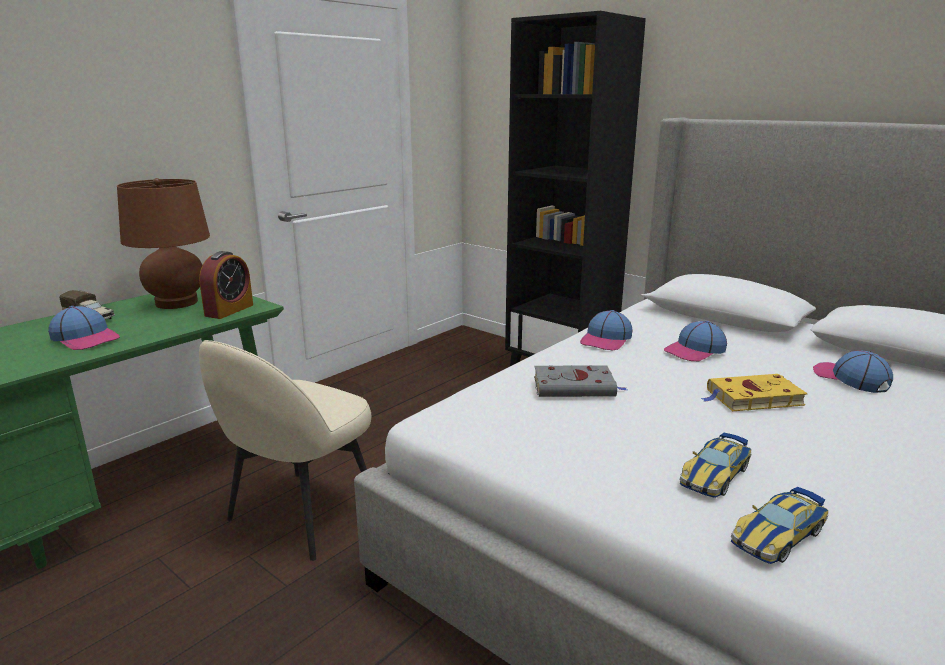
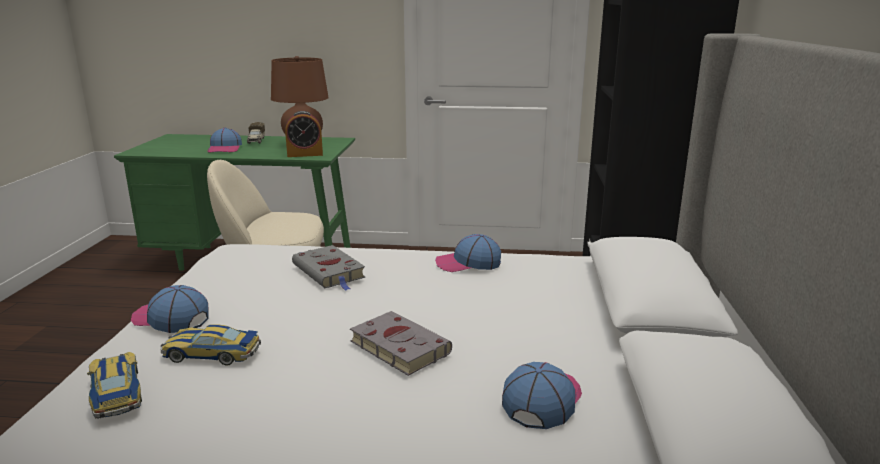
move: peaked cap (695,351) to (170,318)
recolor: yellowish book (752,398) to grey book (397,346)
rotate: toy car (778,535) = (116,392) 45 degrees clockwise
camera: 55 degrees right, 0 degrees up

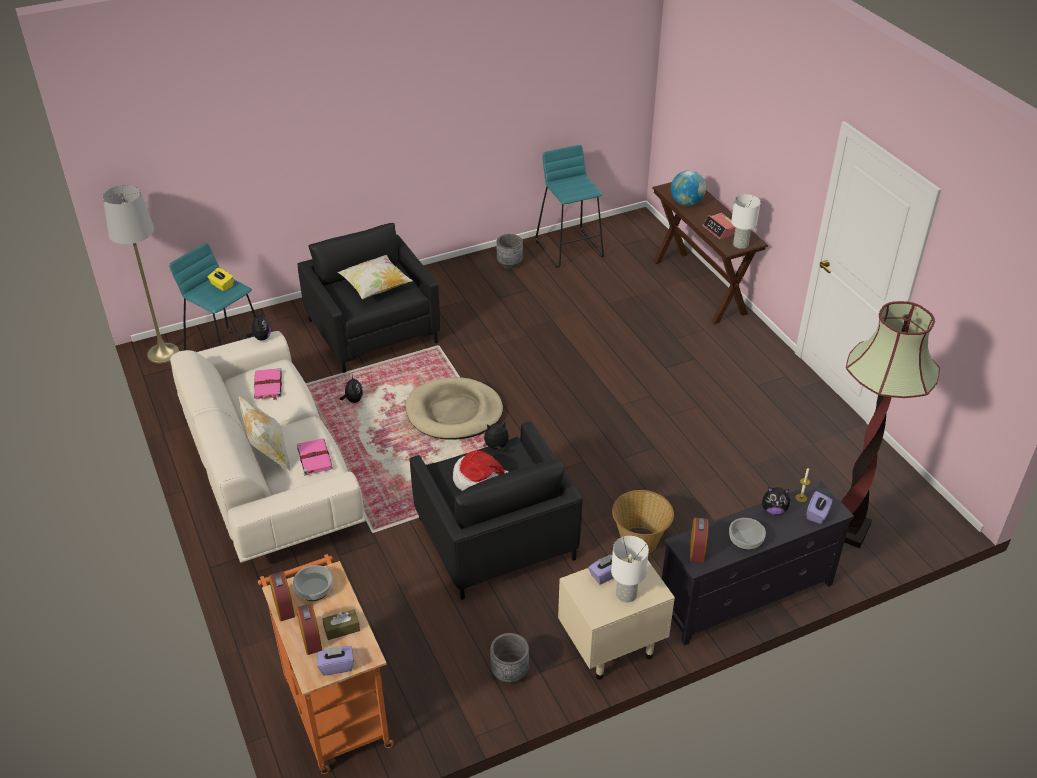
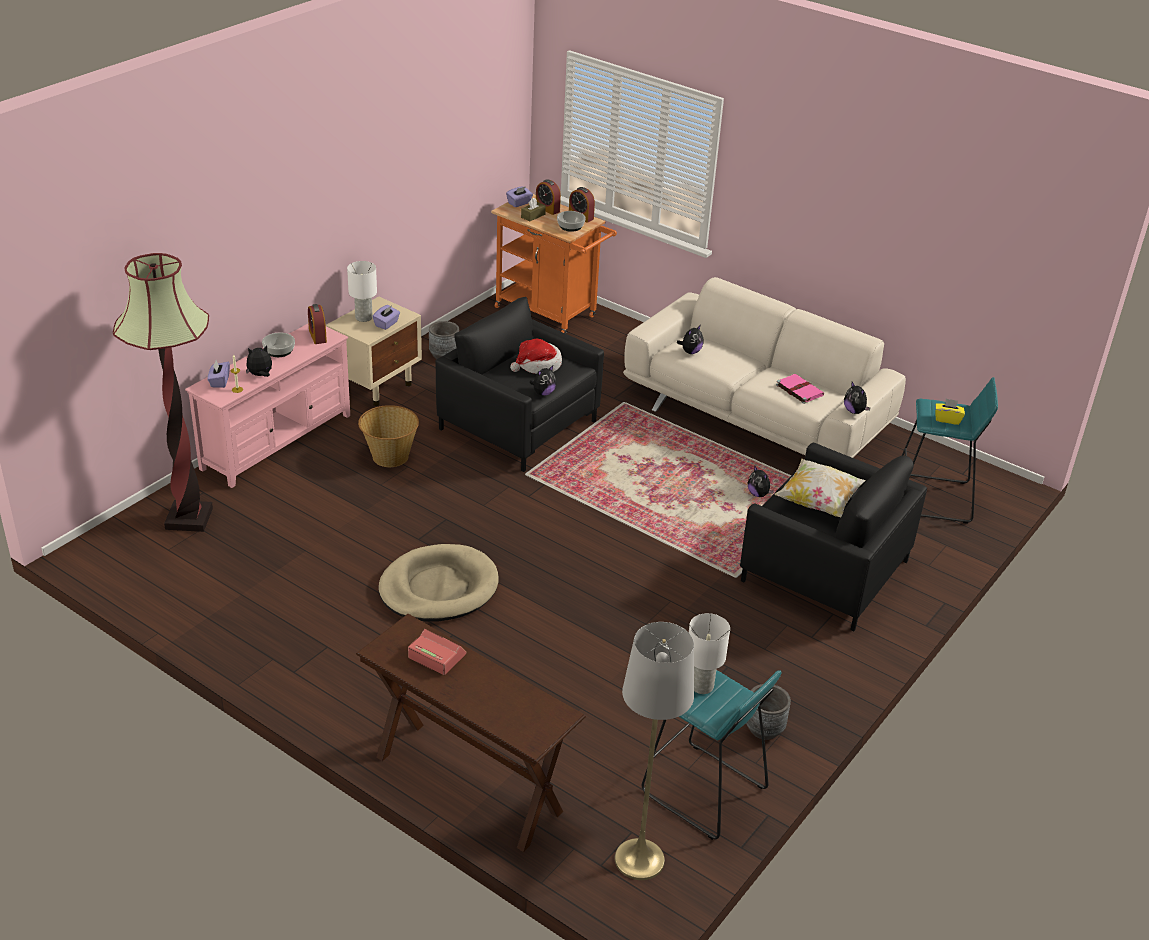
delete: cushion (269,455); world globe (686,203)
move: grey floor lamp (163,353) to (639,859); beige pet bed (454,412) to (438,588); white-coloured tabletop lamp (740,244) to (702,686)
replace: pink-coloured book (314,457) to plush toy (690,352)
recolor: black media console (746,597) to pink-coloured media console (276,442)
camera: 150 degrees right, 5 degrees down

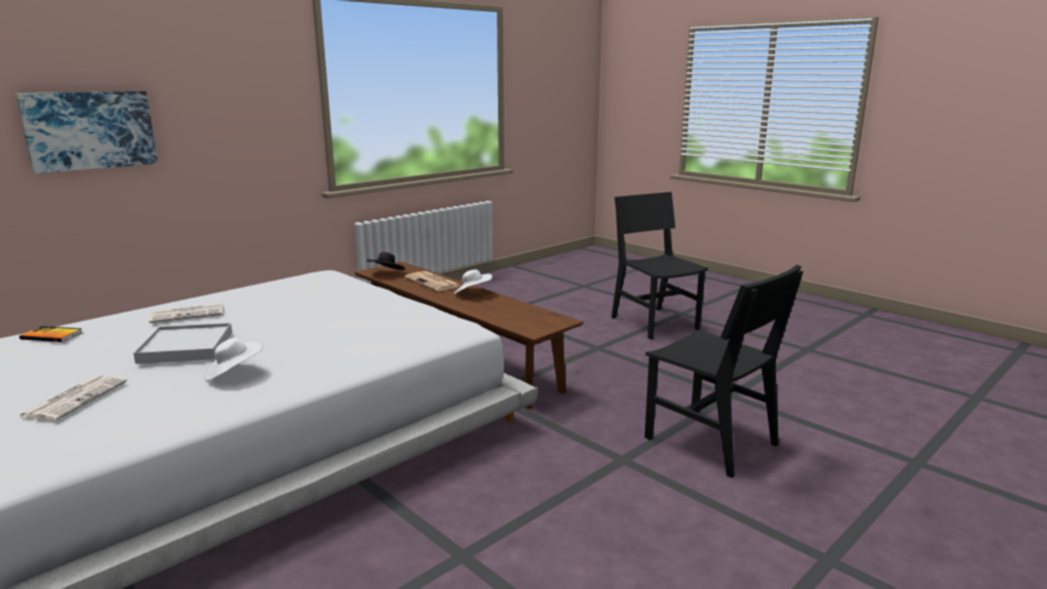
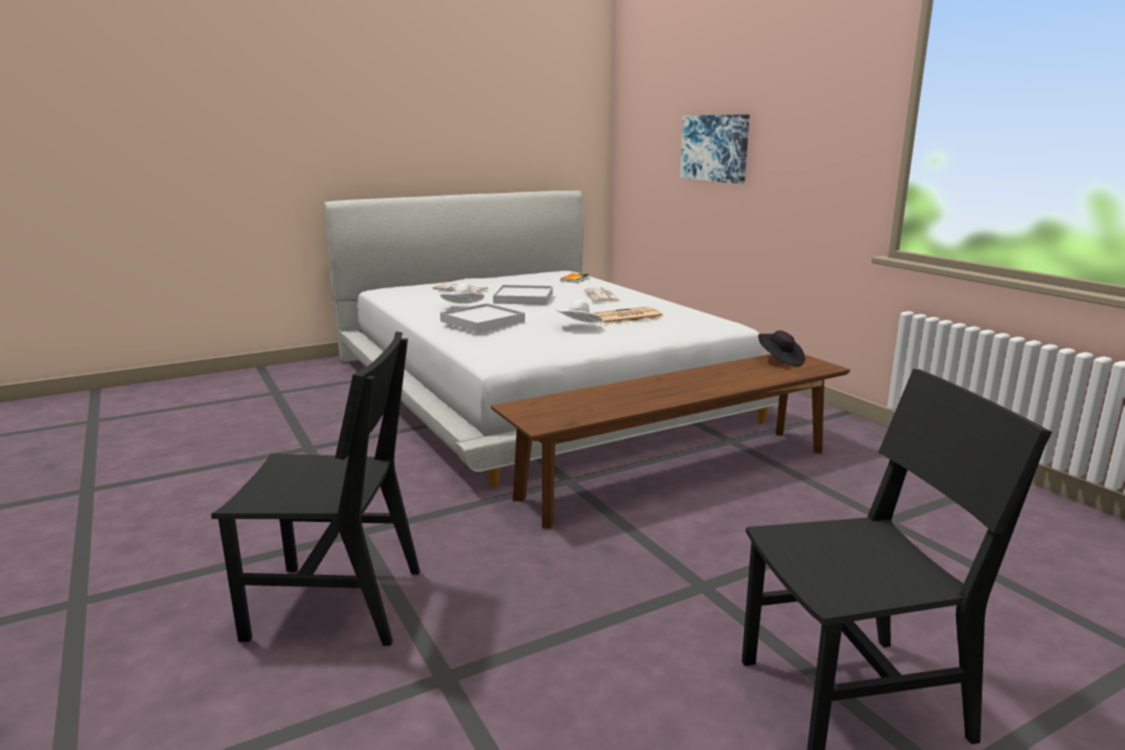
insert: white-coloured carrying tray (482,321)
move: newspaper (433,282) to (625,317); white-coloured hat (472,293) to (578,327)
rotate: black upright chair (710,441) = (335,604) 150 degrees counterclockwise
camera: 105 degrees right, 0 degrees up

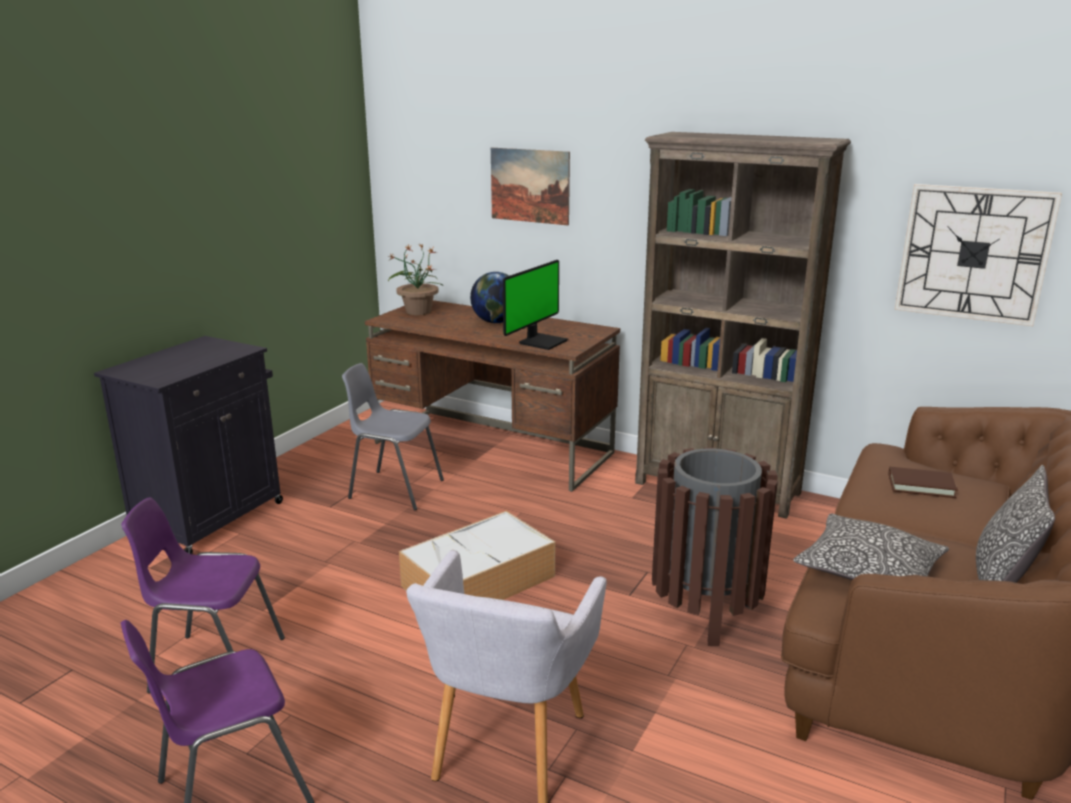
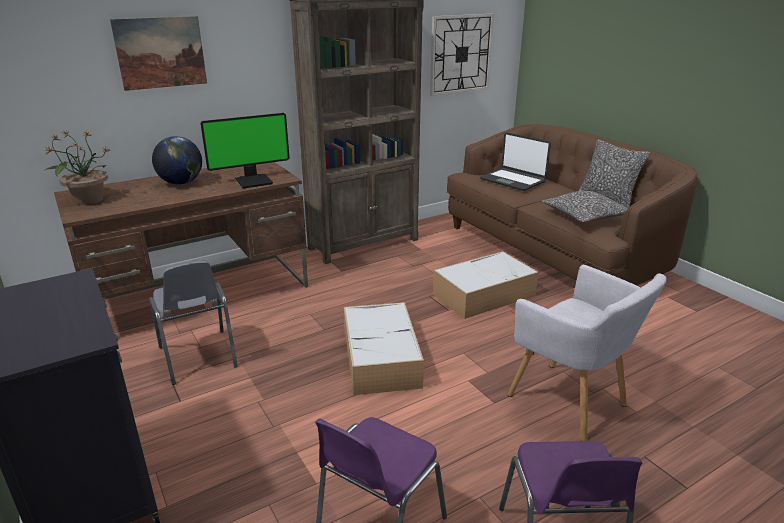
replace: brown-coloured waste bin (705,612) to storage box (484,294); brown-coloured book (921,485) to notebook computer (513,180)
rotate: grey upright chair (394,489) = (198,358) 75 degrees counterclockwise; computer screen (541,341) = (254,181) 90 degrees clockwise
camera: 60 degrees left, 5 degrees up

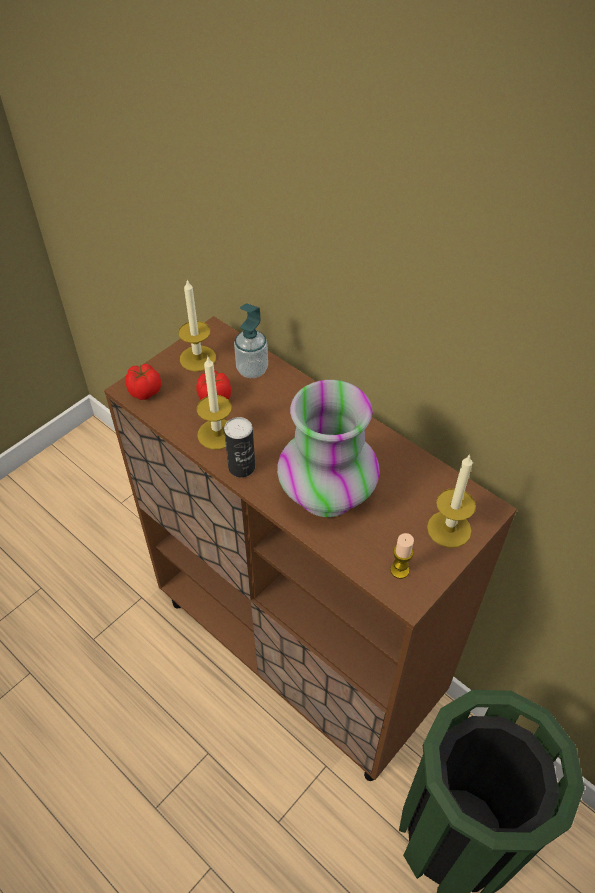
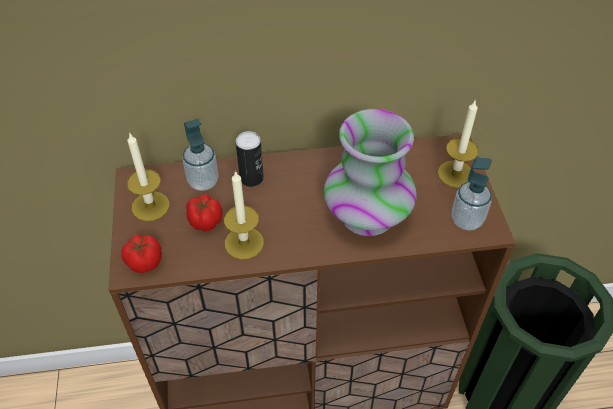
move: sealed can (241,467) to (251,178)
replace: candle (399,570) to soap dispenser (466,220)
camera: 50 degrees left, 0 degrees up

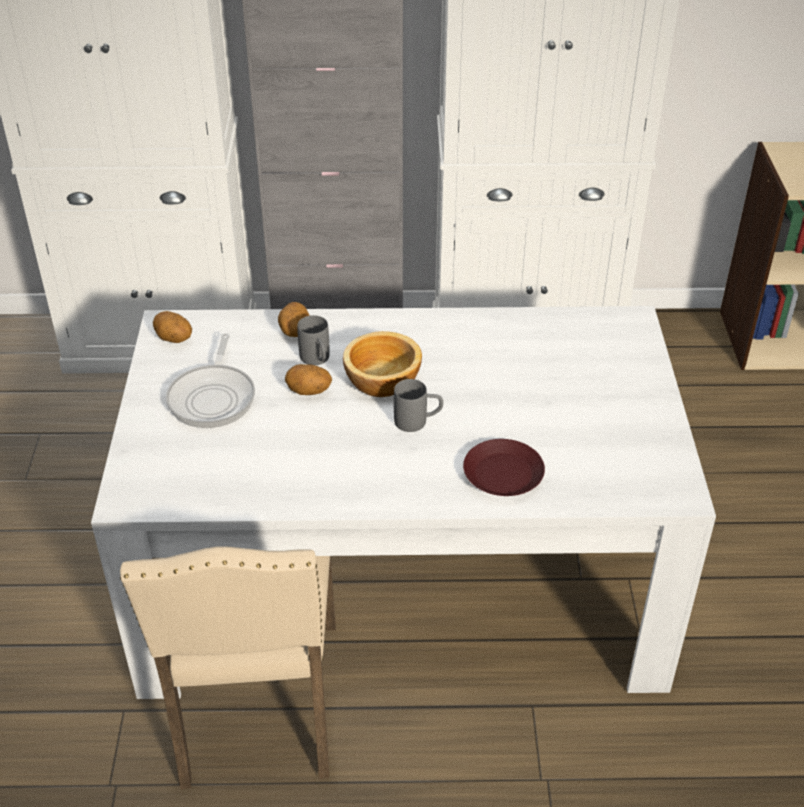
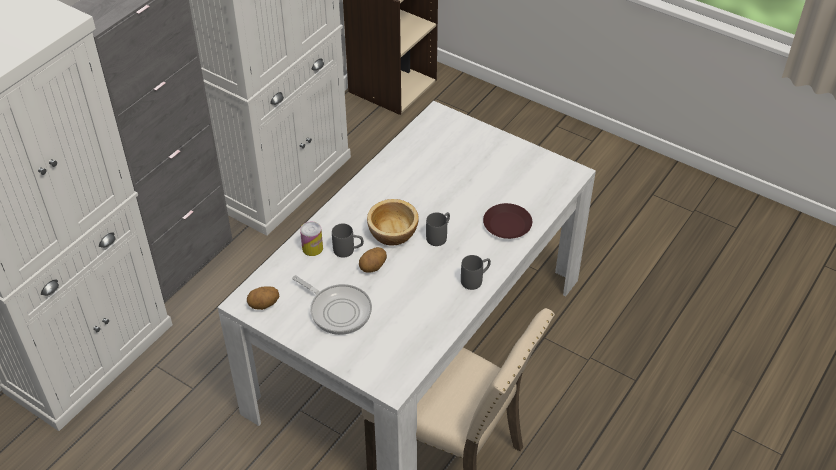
insert: grey tea mug (475,280)
replace: spud (294,332) to sealed can (312,248)
camera: 55 degrees left, 5 degrees up

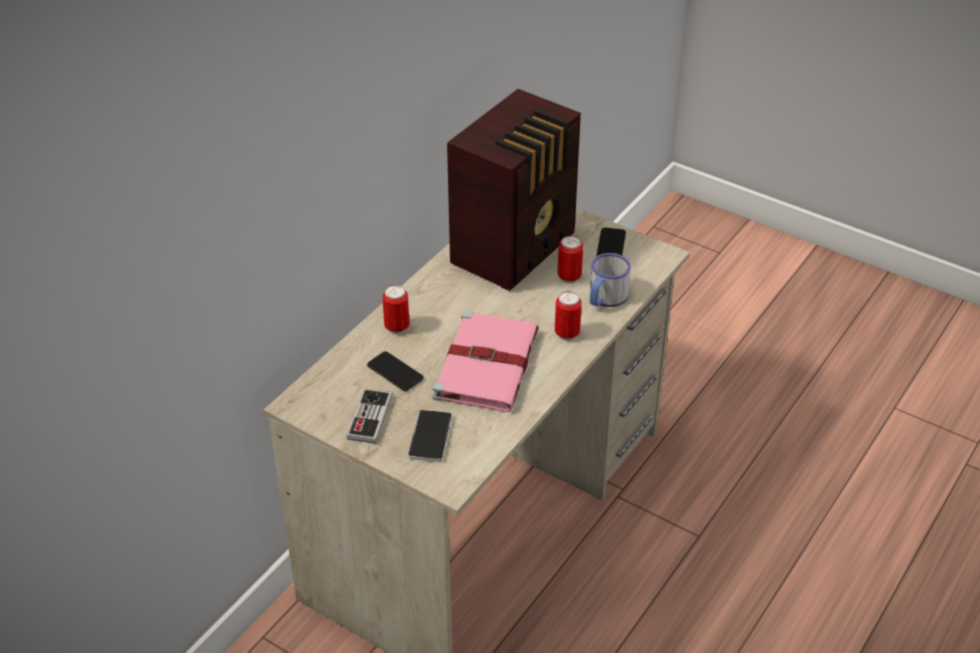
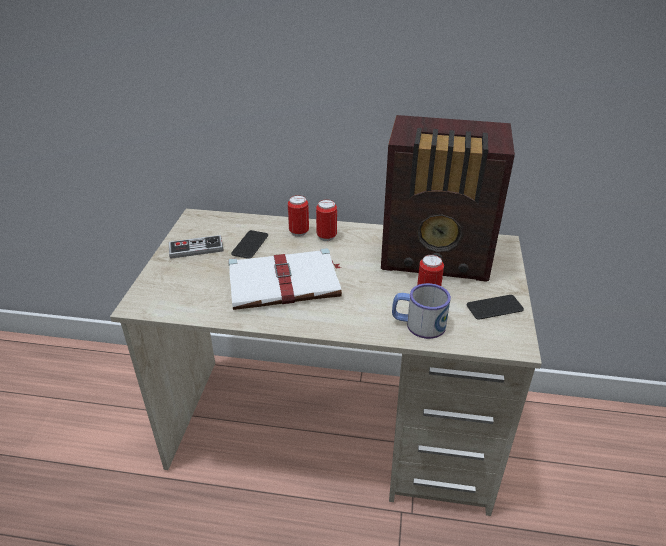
delete: handset (430,437)
move: sealed can (567,334) to (326,236)
recolor: pink-coloured book (487,363) to white-coloured book (286,283)
camera: 65 degrees right, 5 degrees down

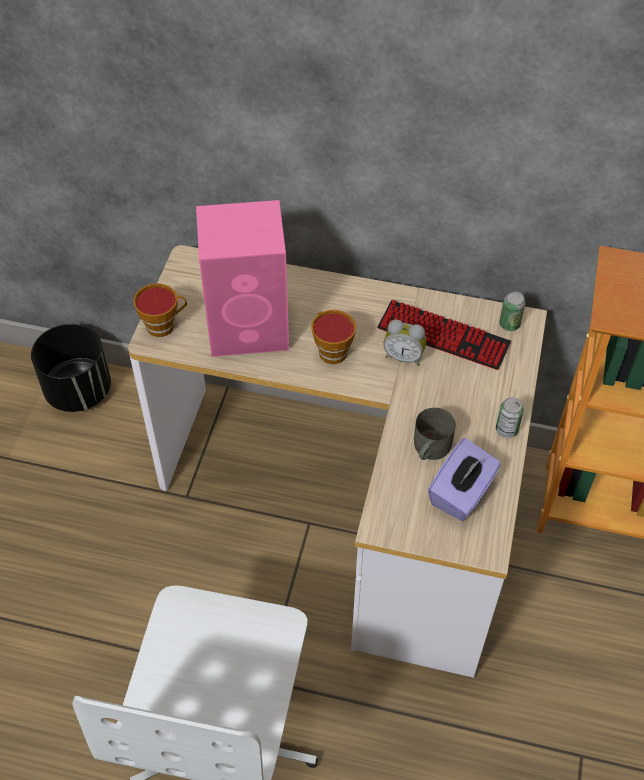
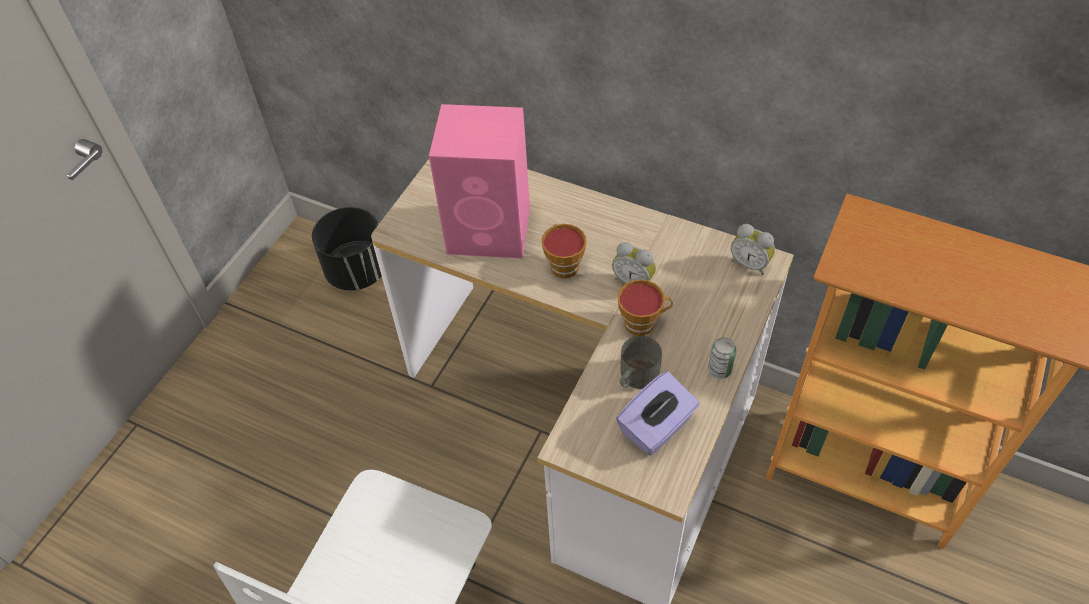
delete: computer keyboard (443,336)
move: small cup (164,325) to (643,323)
replace: sealed can (509,324) to alarm clock (750,263)
camera: 15 degrees right, 0 degrees up

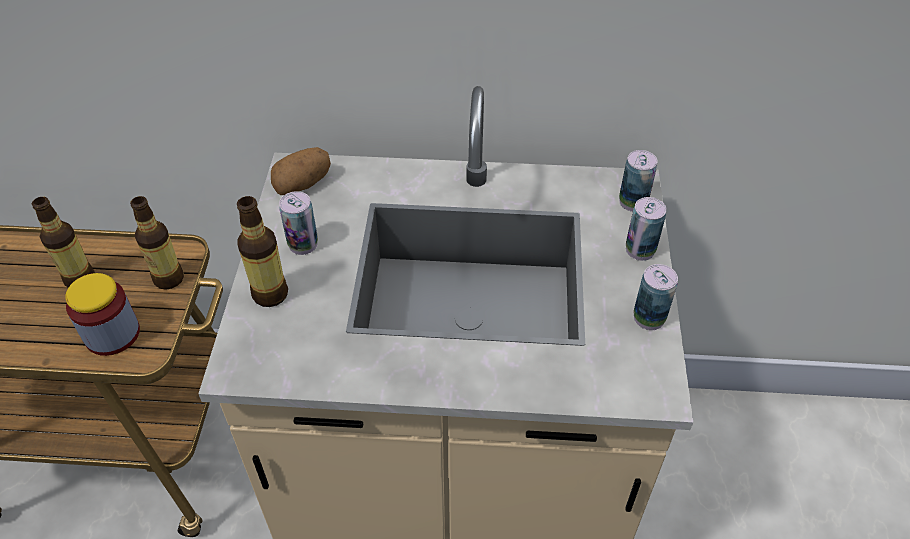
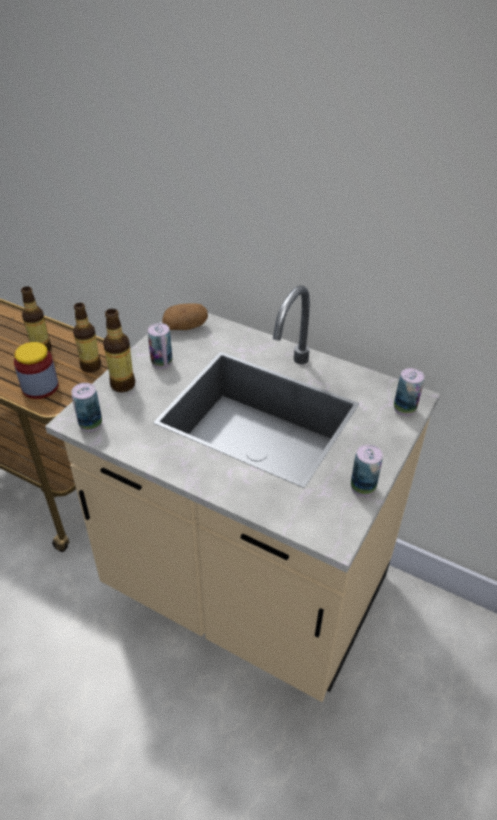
move: sealed can (640,250) to (90,424)
camera: 25 degrees right, 5 degrees down

